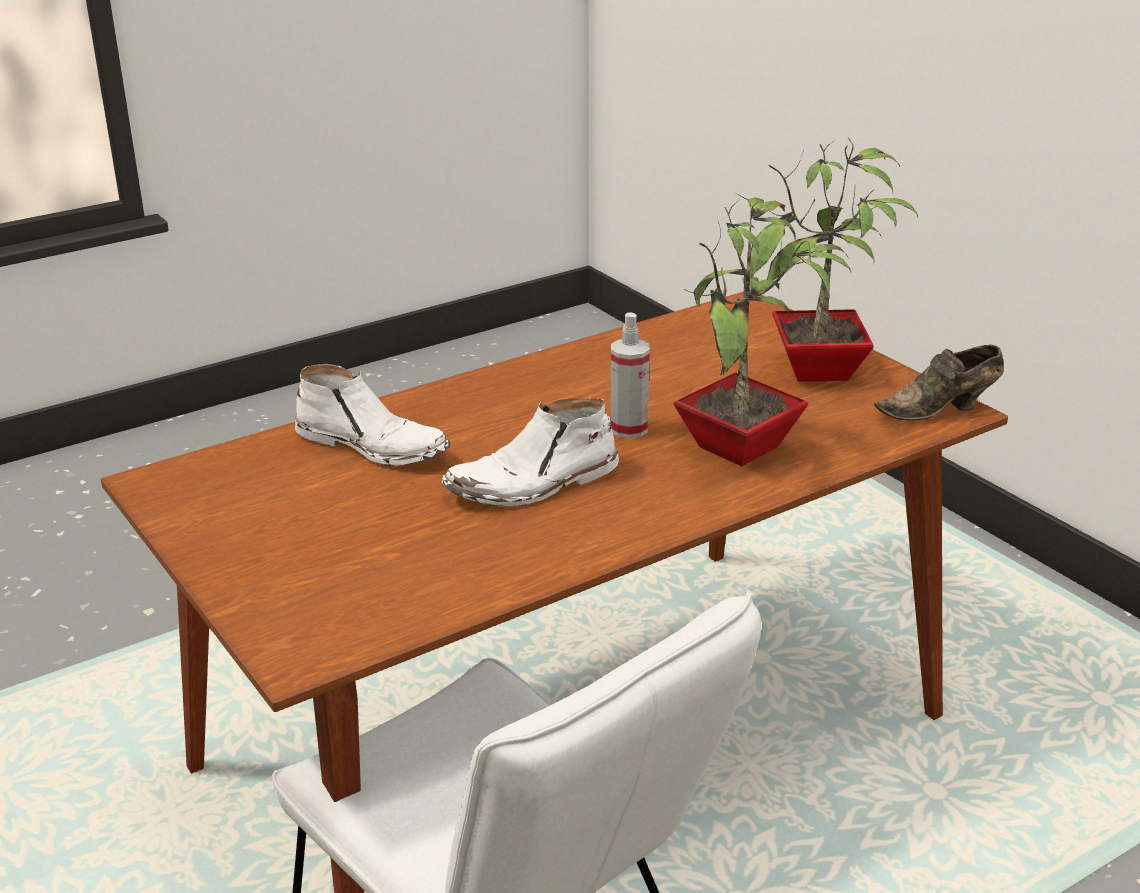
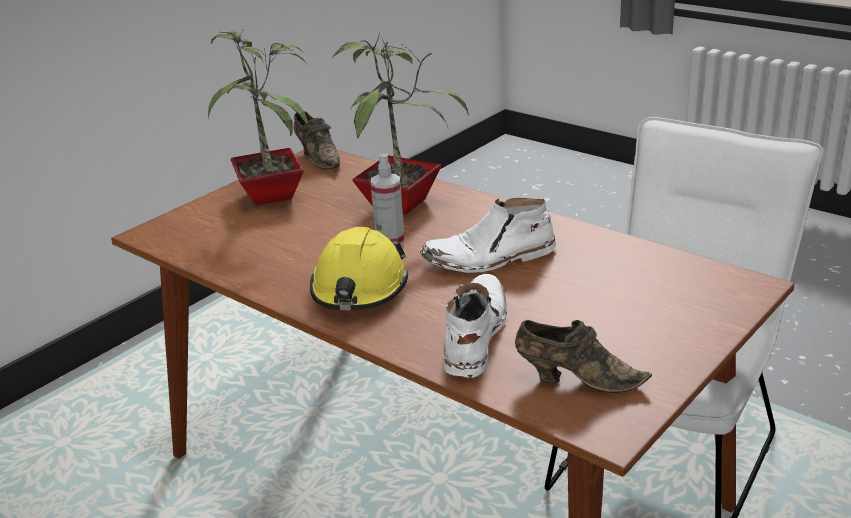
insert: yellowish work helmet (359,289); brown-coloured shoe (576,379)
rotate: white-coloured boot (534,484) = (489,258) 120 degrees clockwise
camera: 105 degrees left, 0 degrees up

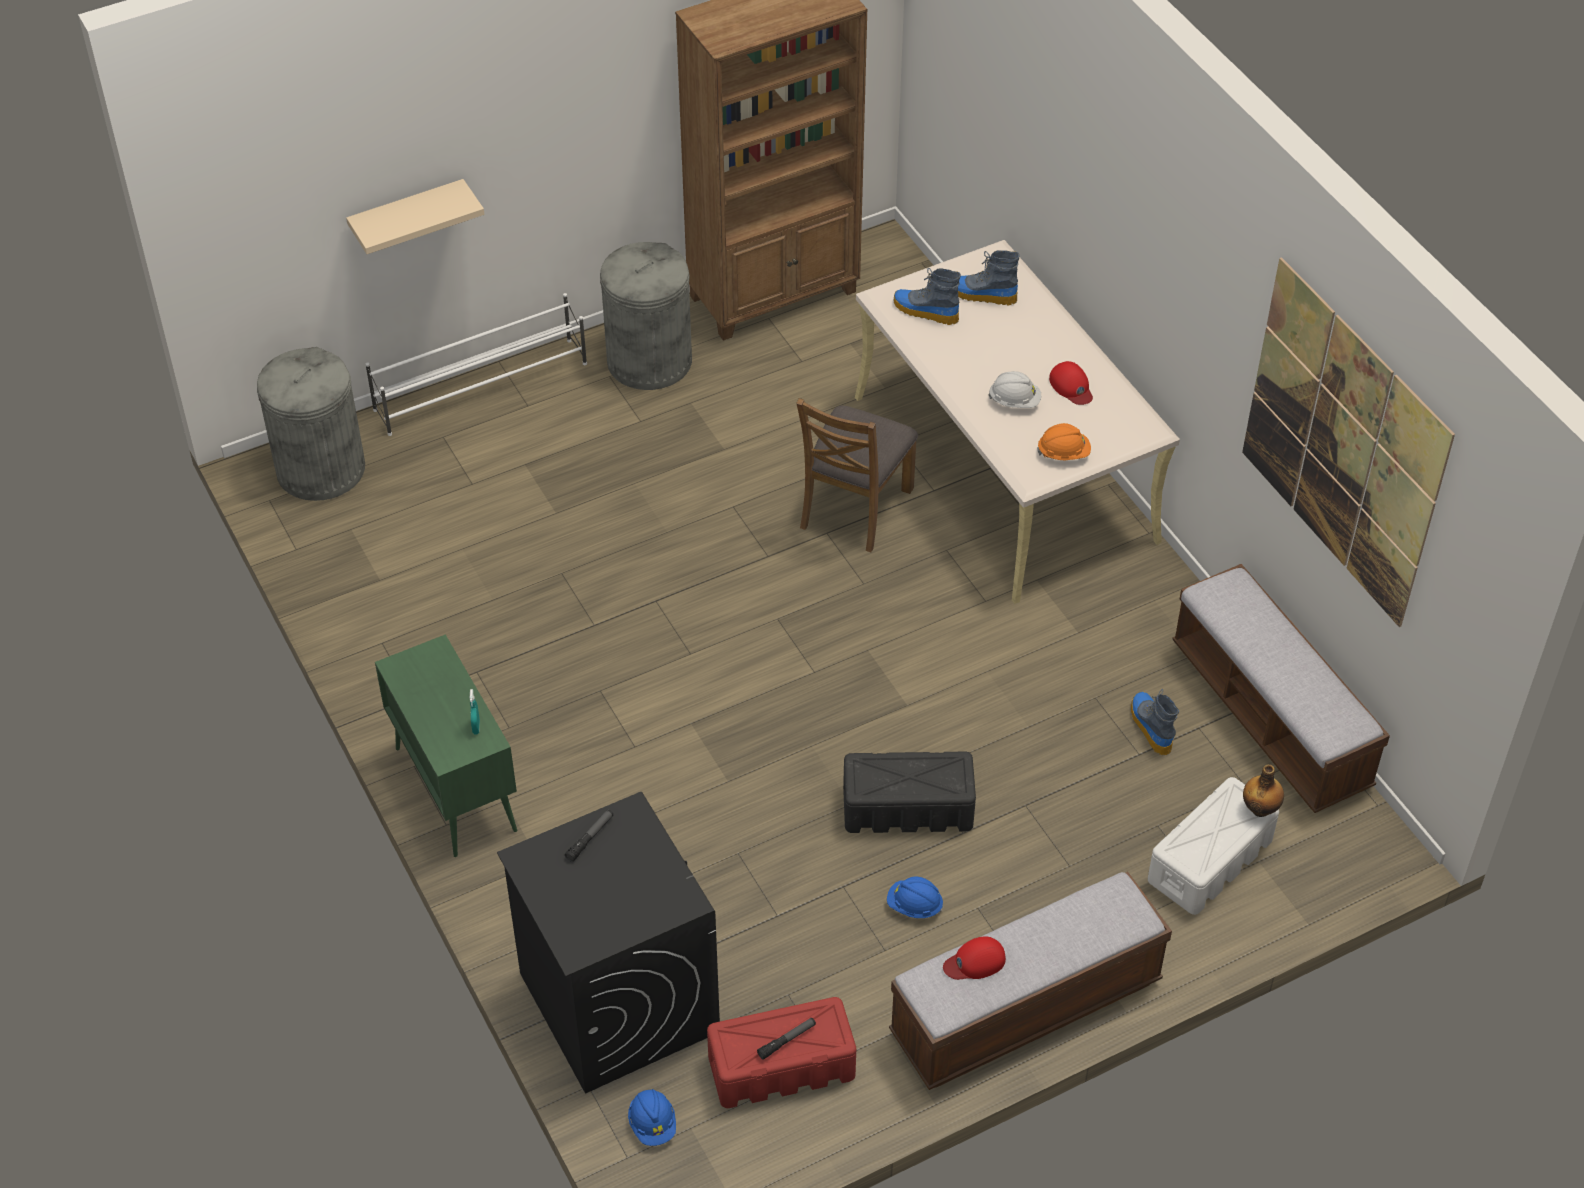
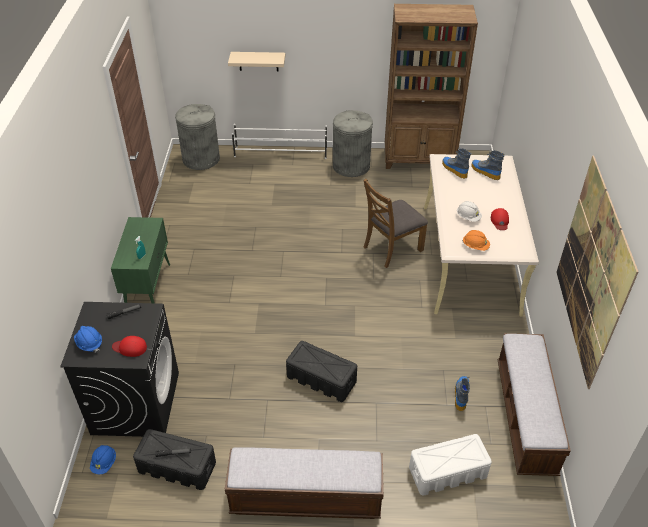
delete: bottle (1260,808)
move: blue-coloured work helmet (914,906) to (89,343); reddish peaked cap (975,962) to (130,347)
recolor: reddish storage box (782,1067) to black storage box (177,467)
camera: 30 degrees right, 5 degrees down

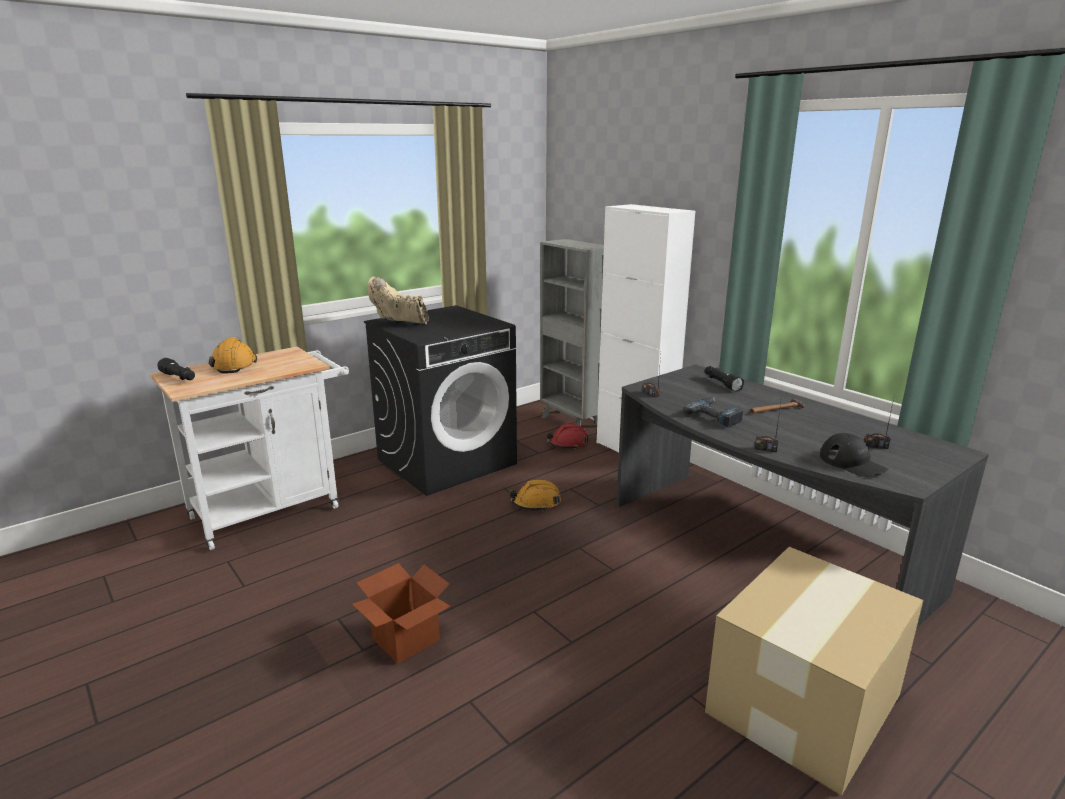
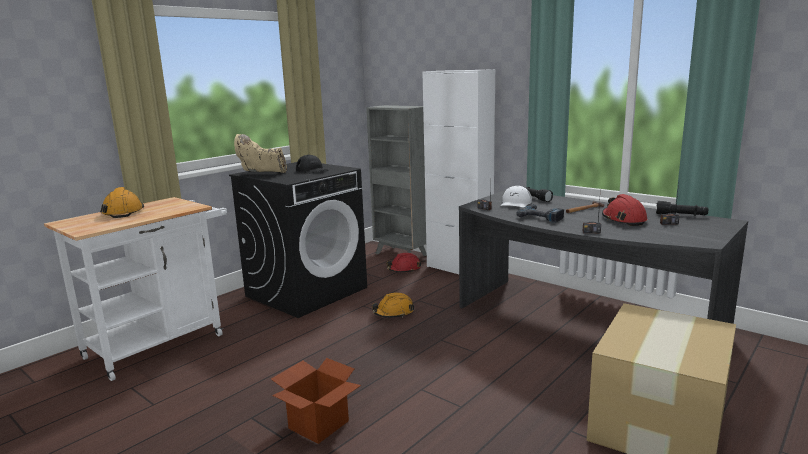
insert: white-coloured peaked cap (515,203); reddish work helmet (623,219)
move: black hand torch (179,378) to (681,215); black peaked cap (852,463) to (312,170)
camera: 10 degrees left, 5 degrees down

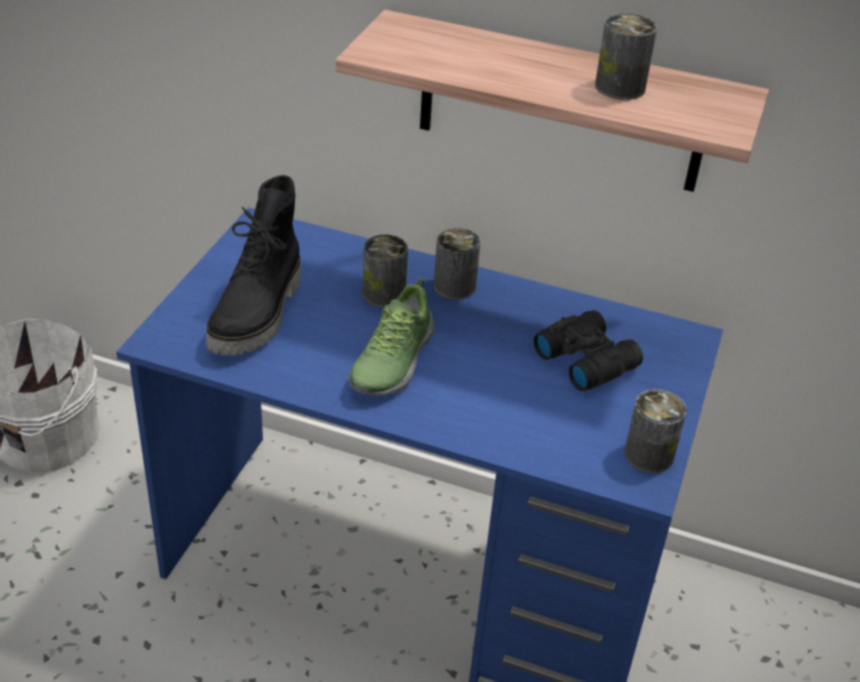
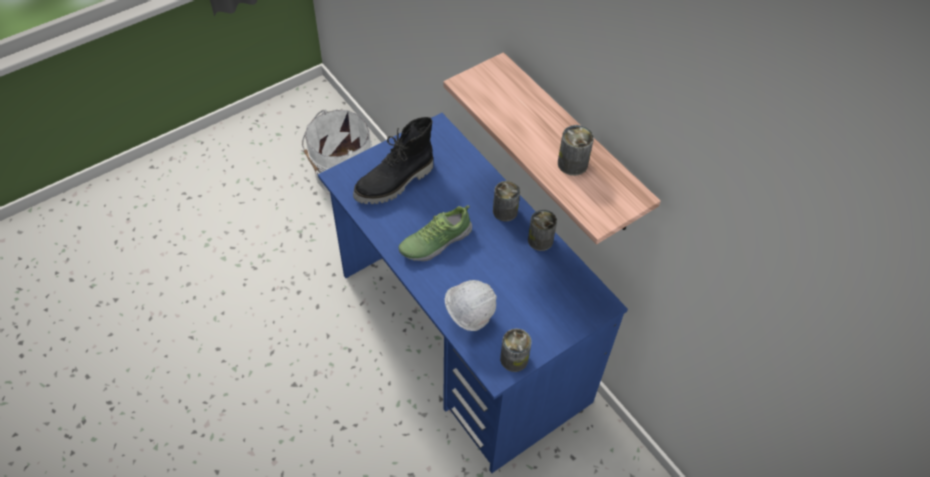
delete: black pair of binoculars (586,359)
insert: white-coloured work helmet (469,318)
move: sealed can (384,294) to (540,240)
camera: 35 degrees right, 15 degrees up

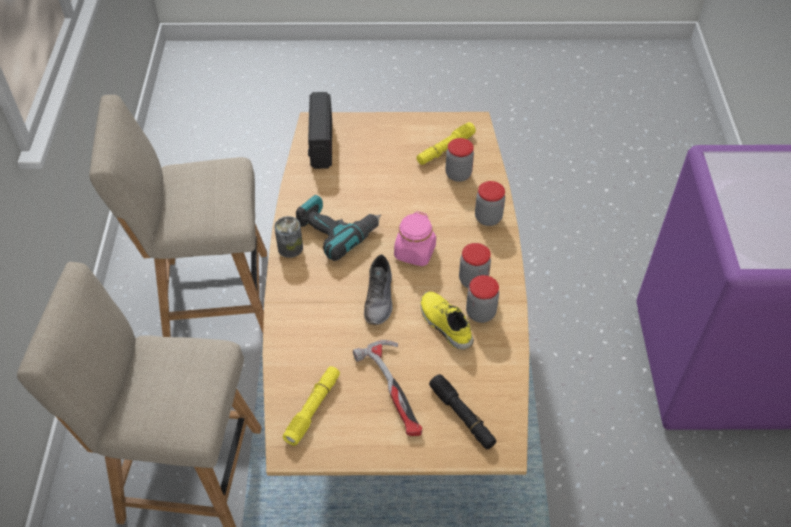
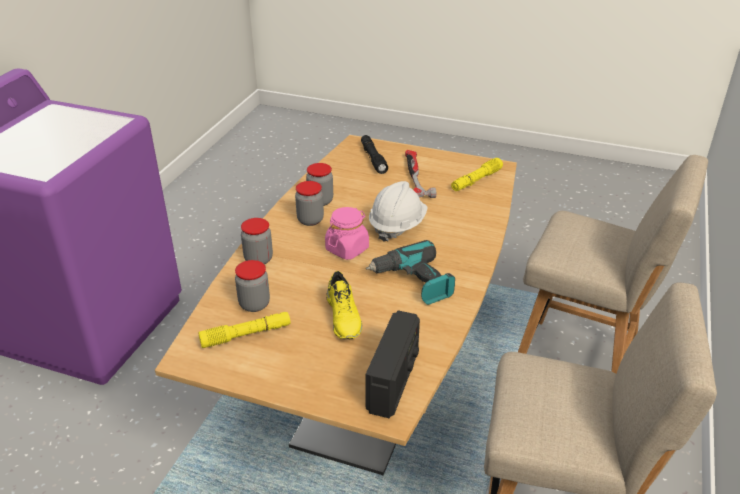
delete: sealed can (290,248)
move: yellowish shoe (444,324) to (344,317)
replace: grey shoe (380,298) to white-coloured work helmet (397,226)
camera: 160 degrees left, 15 degrees down

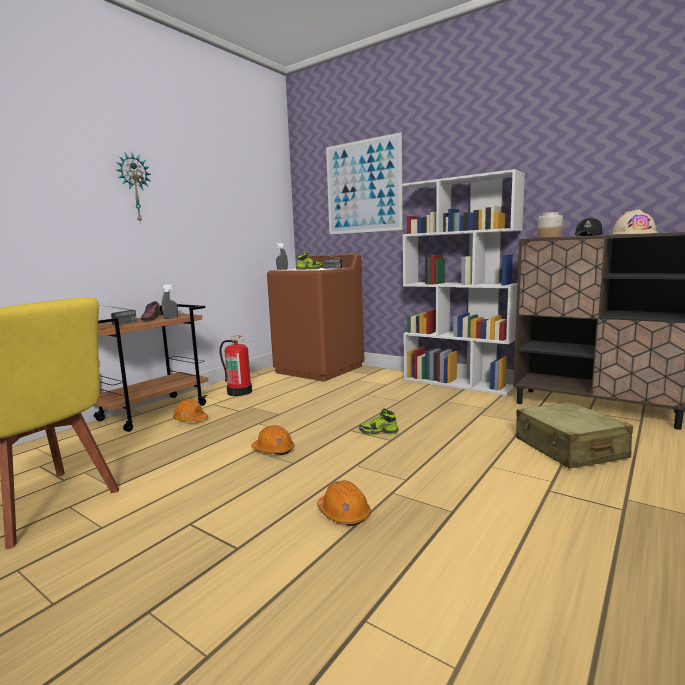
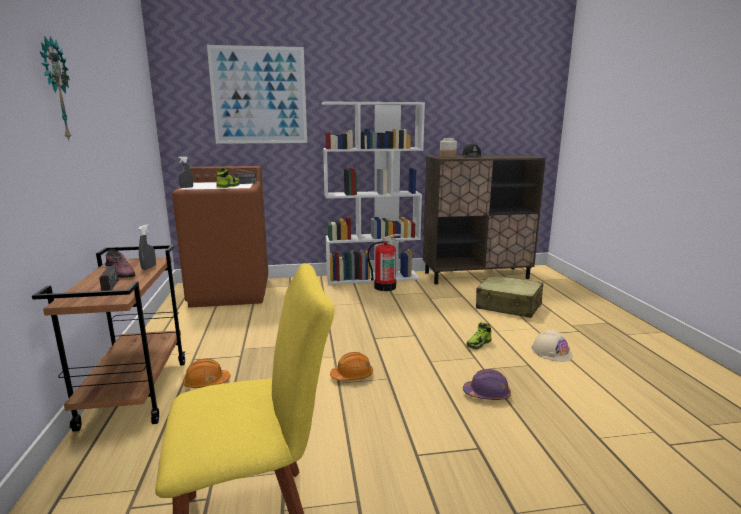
move: fire-fighting cylinder (240,392) to (385,287); shoe (378,432) to (478,344); beige work helmet (634,234) to (551,352)
recolor: orange-coloured work helmet (343,514) to purple work helmet (487,394)
camera: 45 degrees left, 5 degrees up

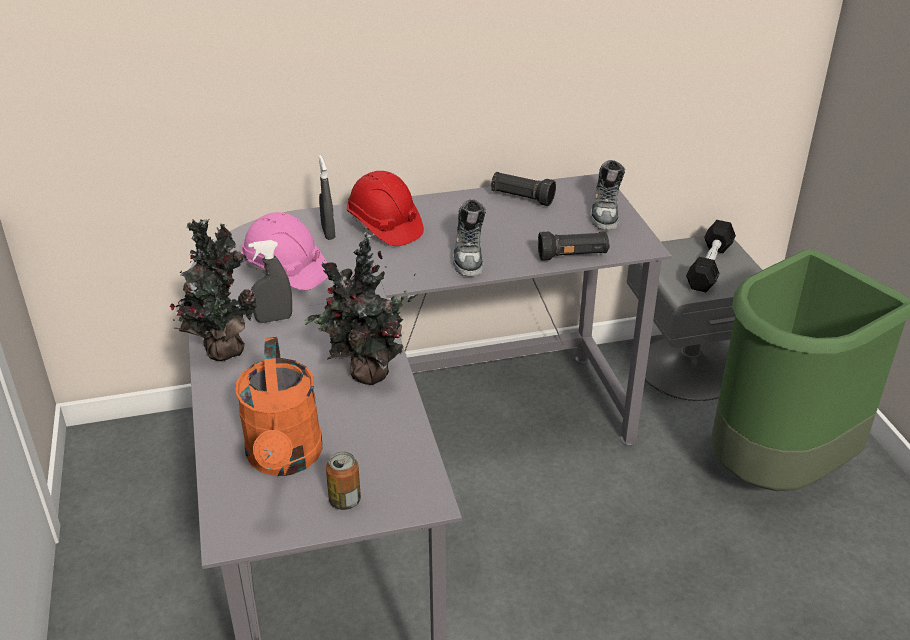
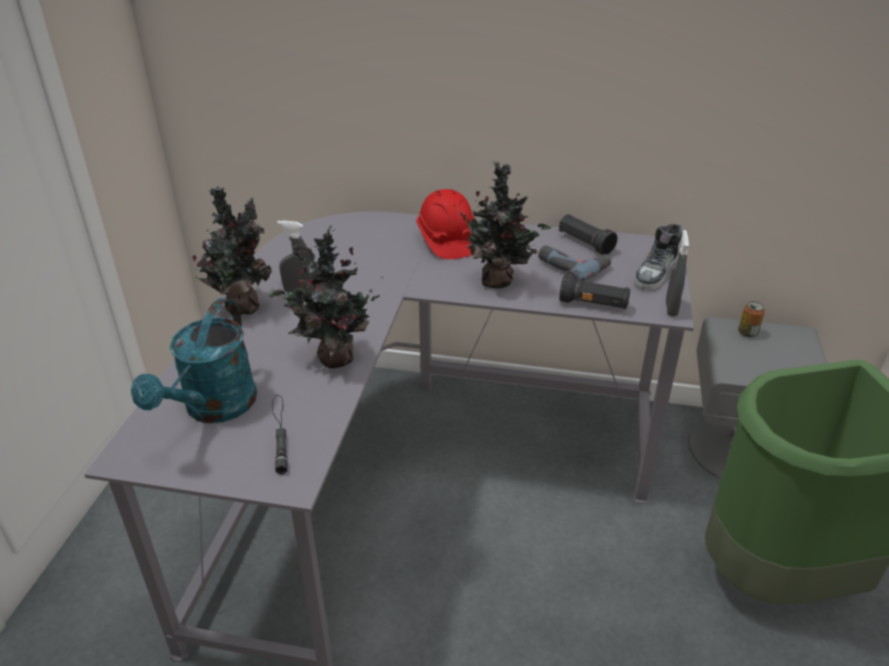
delete: pink-coloured work helmet (285,271); black dumbbell (709,266)
insert: black hand torch (279,433); electric drill (572,266)
move: grey hand sprayer (328,233) to (671,309); sealed can (345,501) to (747,333)
replace: shoe (469,255) to plant in a pot (499,281)
recolor: orange-coloured watering pot (285,459) to turquoise watering pot (213,409)
camera: 25 degrees right, 0 degrees up

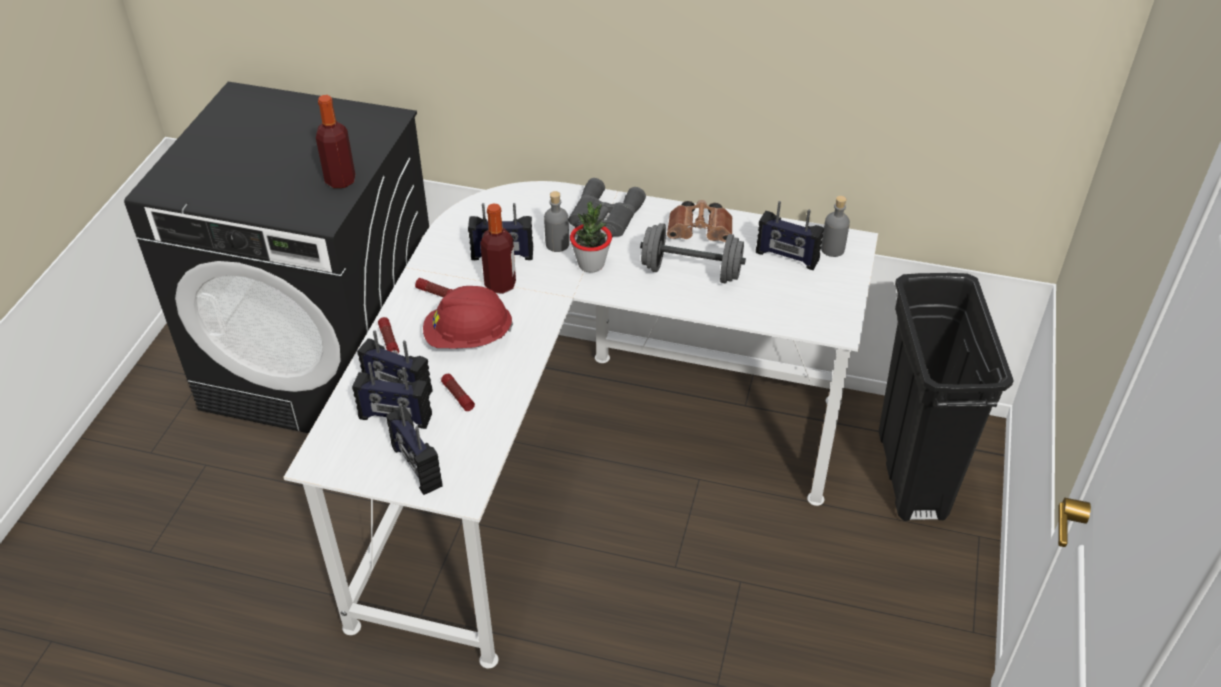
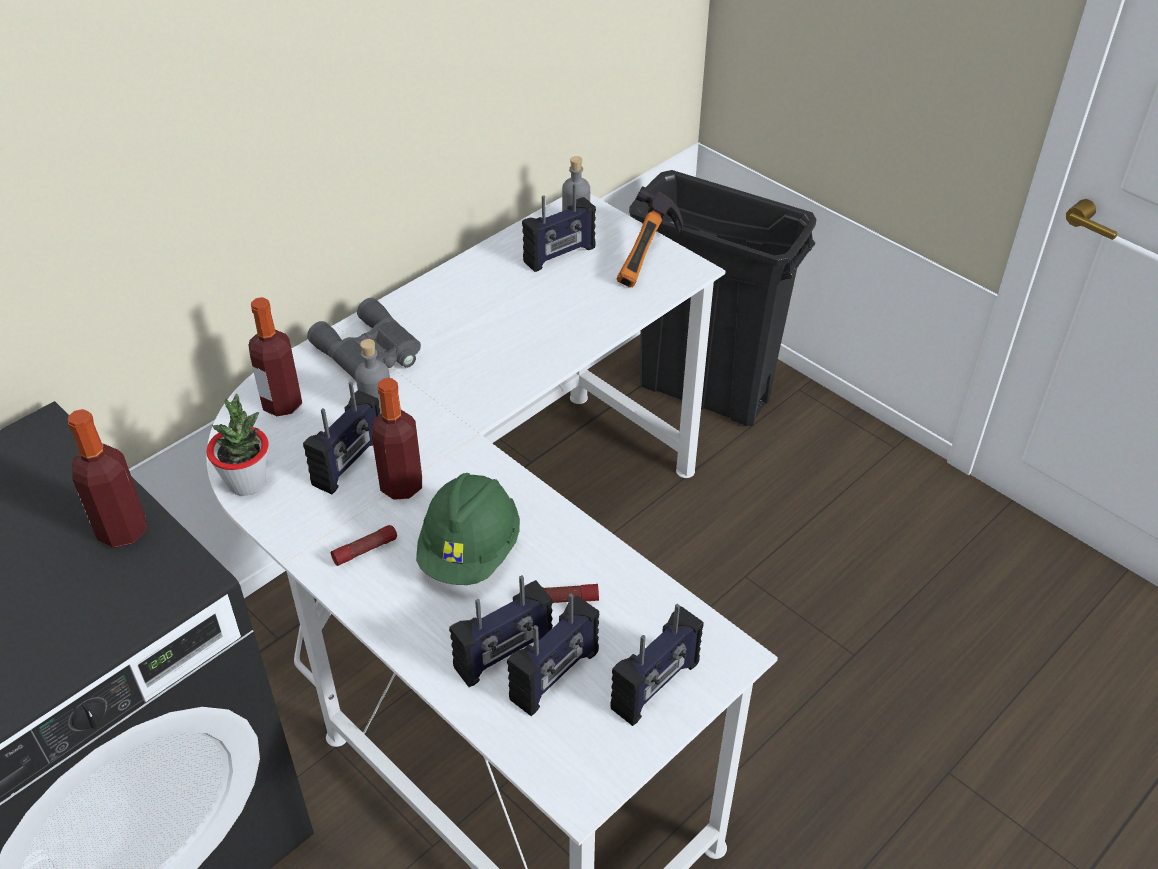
delete: hand torch (389,341); grey dumbbell (691,271); brown-coloured pair of binoculars (701,233)
insert: bottle (282,404); hammer (650,257)
move: plant in a pot (591,264) to (247,482)
recolor: reddish work helmet (468,338) to green-coloured work helmet (470,551)
rotate: radio receiver (416,467) = (656,686) 45 degrees counterclockwise
camera: 60 degrees left, 0 degrees up

